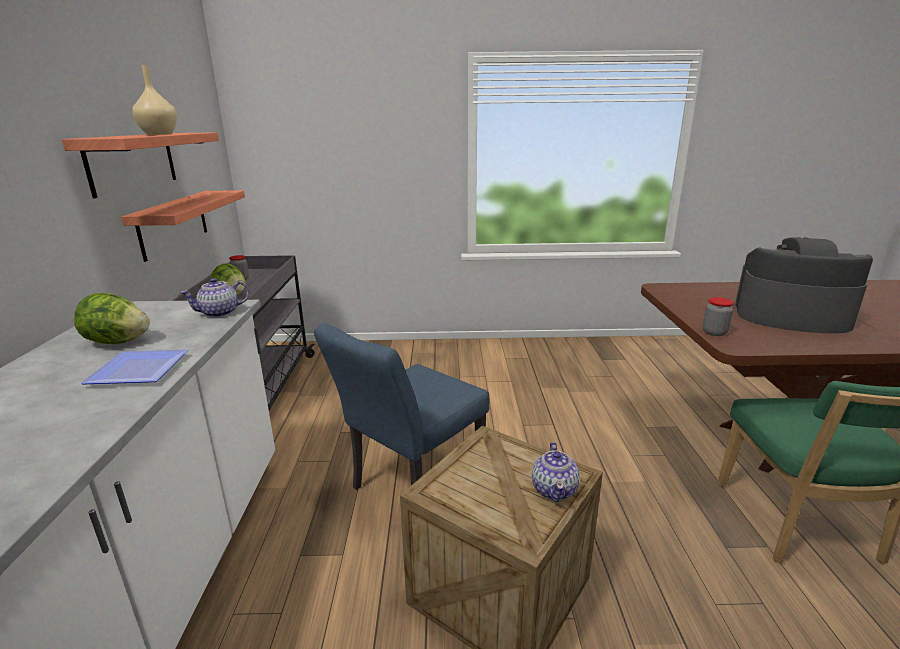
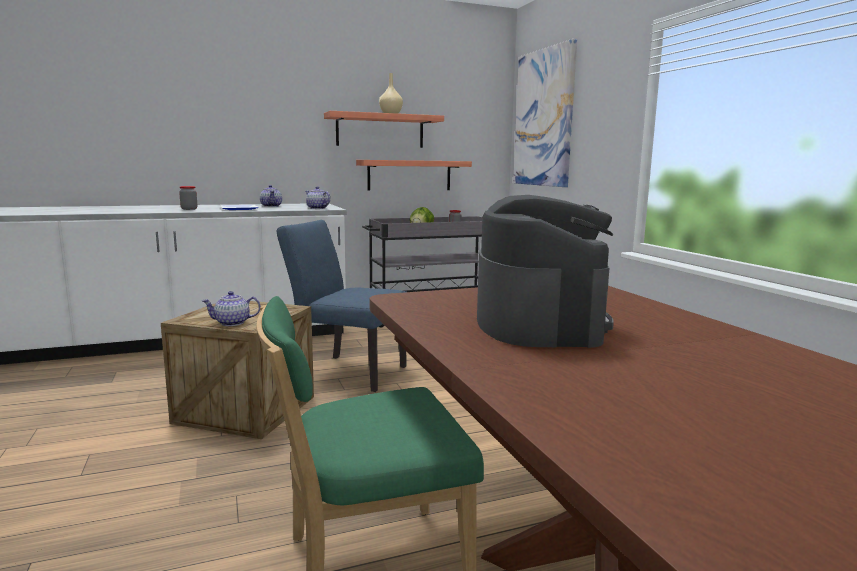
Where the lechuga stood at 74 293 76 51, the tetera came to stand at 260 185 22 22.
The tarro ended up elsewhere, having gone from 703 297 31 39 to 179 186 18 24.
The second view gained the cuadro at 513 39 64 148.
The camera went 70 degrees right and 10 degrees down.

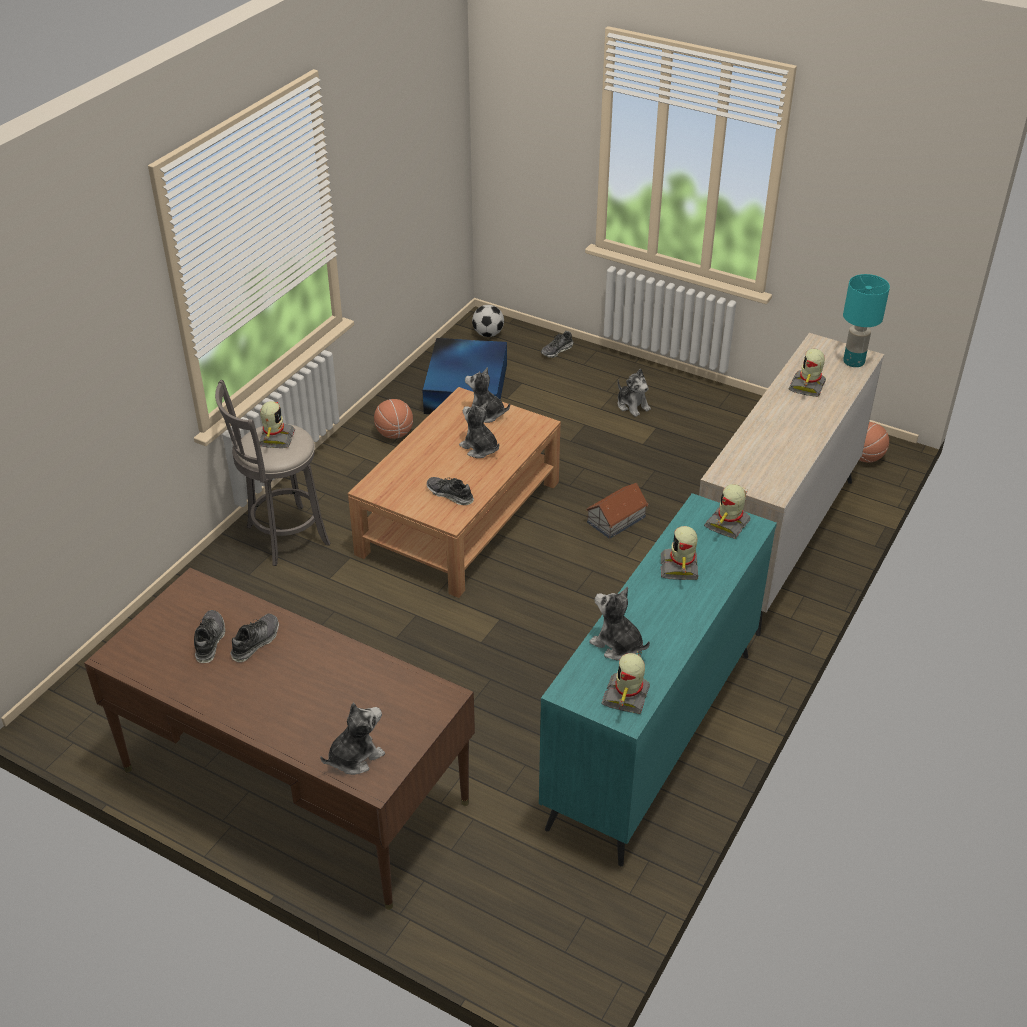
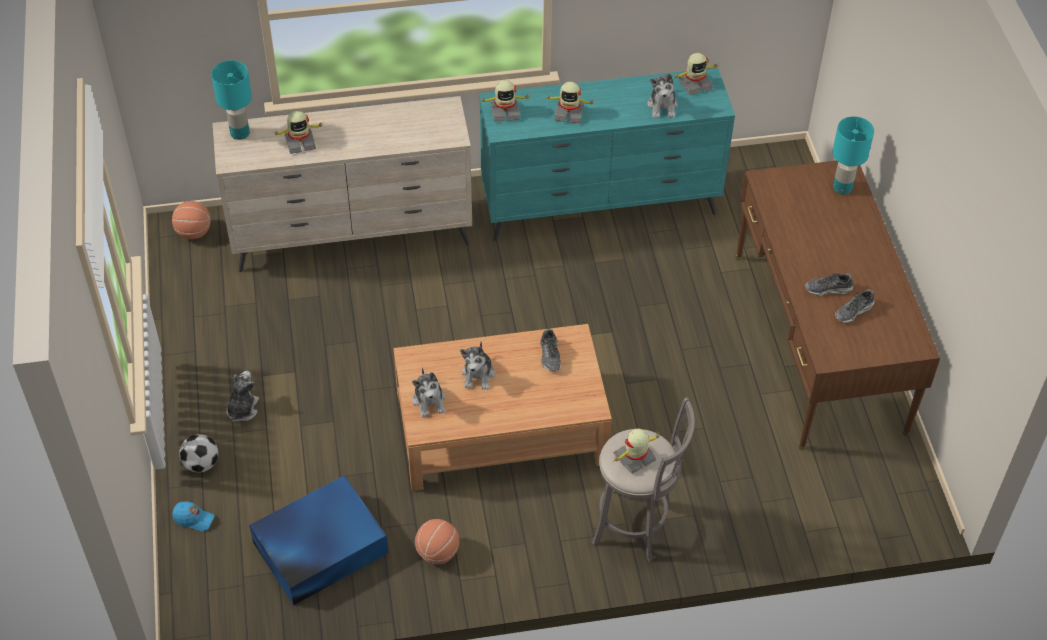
Where the peluche stood at 320 702 65 73, the lámpara de mesa/turquesa came to stand at 832 116 42 79.
The balón de fútbol ended up elsewhere, having gone from 472 305 32 32 to 179 434 39 38.
Where the zapato stood at 541 331 32 27, the gorra/azul came to stand at 172 501 42 30.
The second view lost the casita at 586 483 62 56.
The robot de juguete at 661 526 37 54 ended up facing another way, 45 degrees clockwise from before.
The camera went 130 degrees left and 10 degrees up.

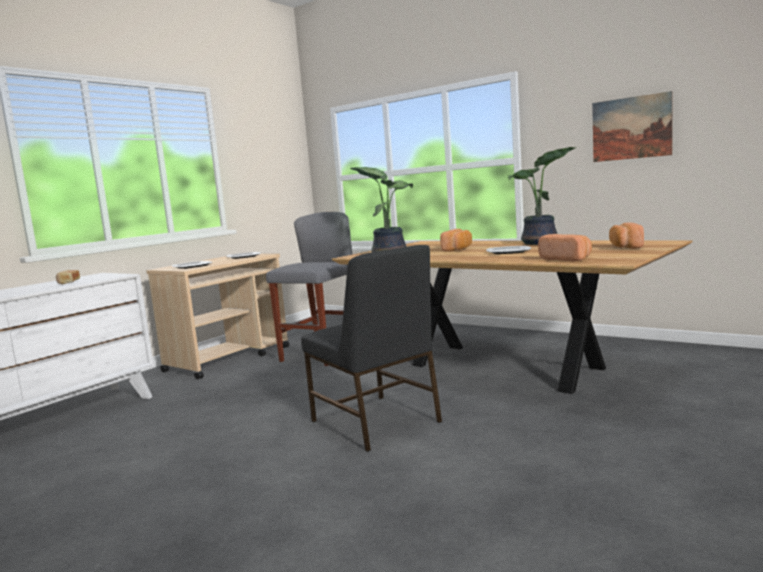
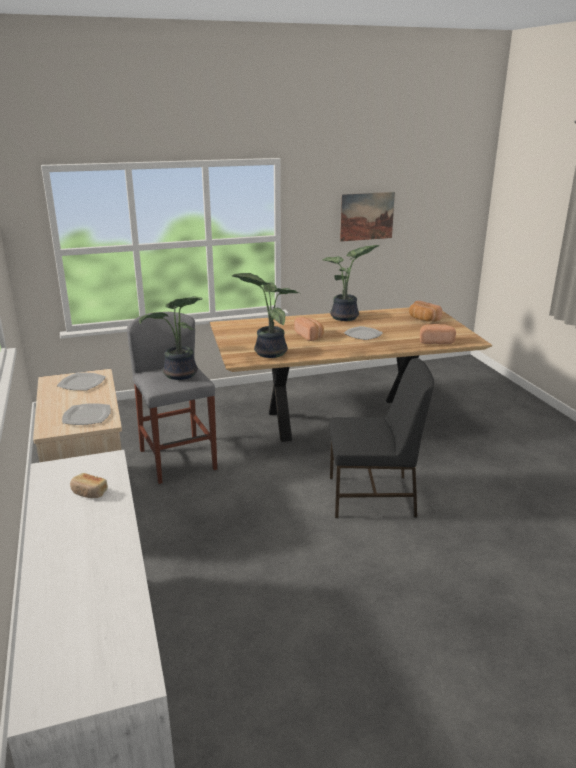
The second view gained the planta en maceta at 139 296 64 84.
The camera went 55 degrees left and 15 degrees up.

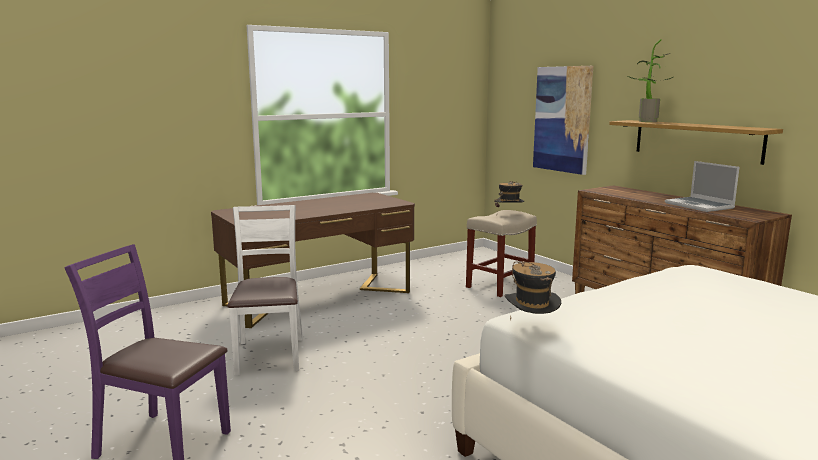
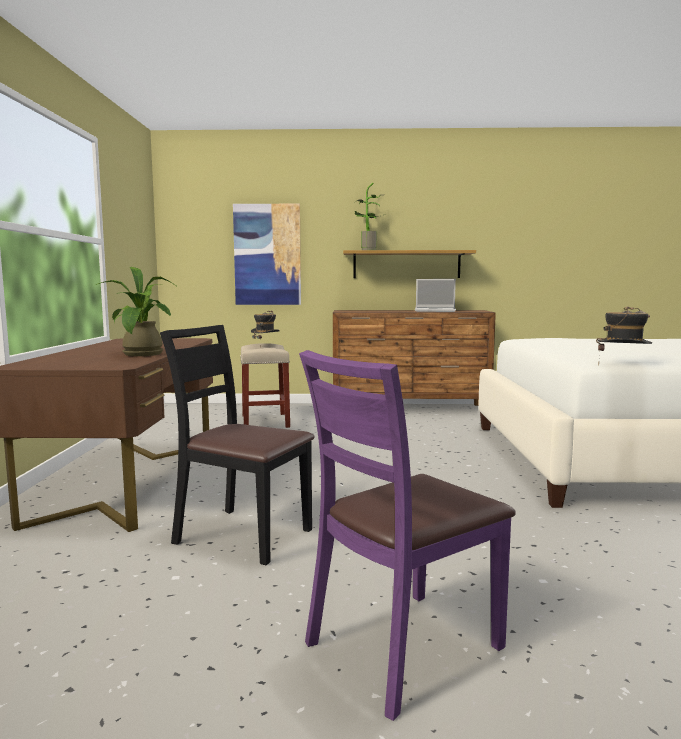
What was the silla/blanco at 227 205 76 170 turned into the silla/negro at 160 325 154 240.
The second view gained the planta en maceta at 96 267 80 89.
The camera went 55 degrees left and 5 degrees down.

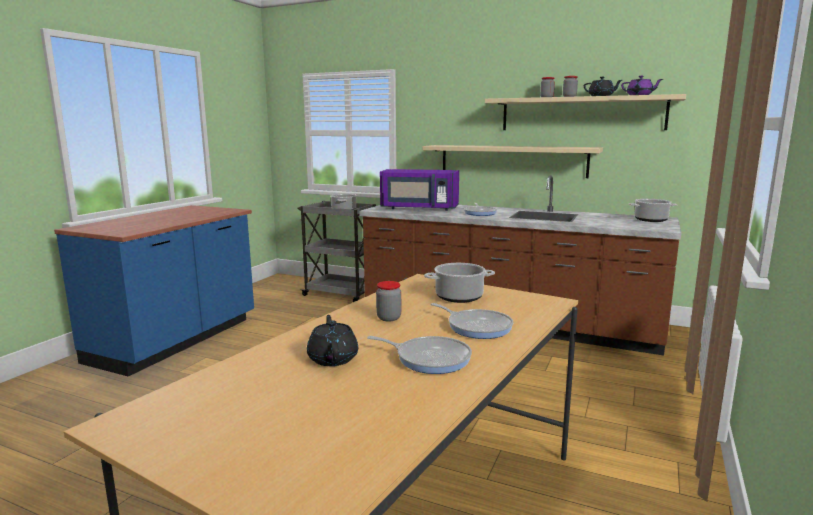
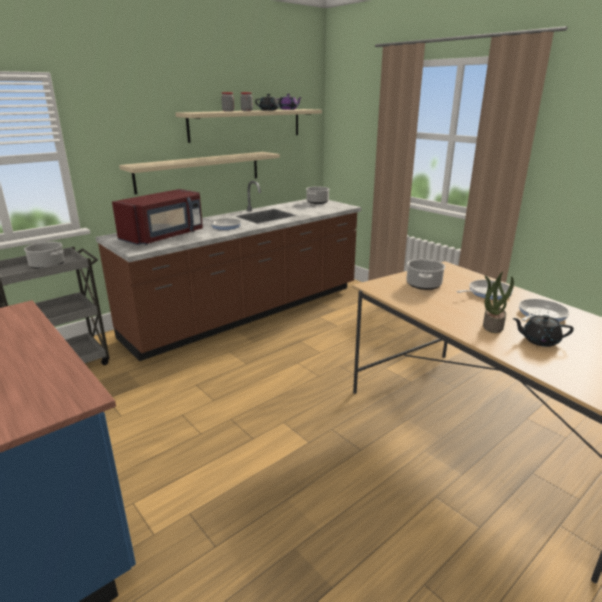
The second view lost the tarro at 376 281 25 40.
What was the microondas/morado at 380 169 79 42 turned into the microondas/rojo at 112 189 91 56.
The second view gained the planta en maceta at 483 272 31 61.
The camera went 65 degrees left and 10 degrees up.

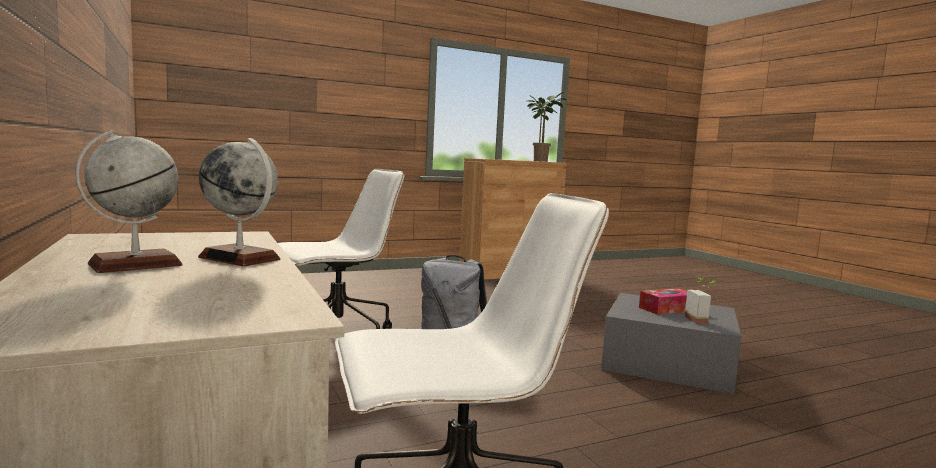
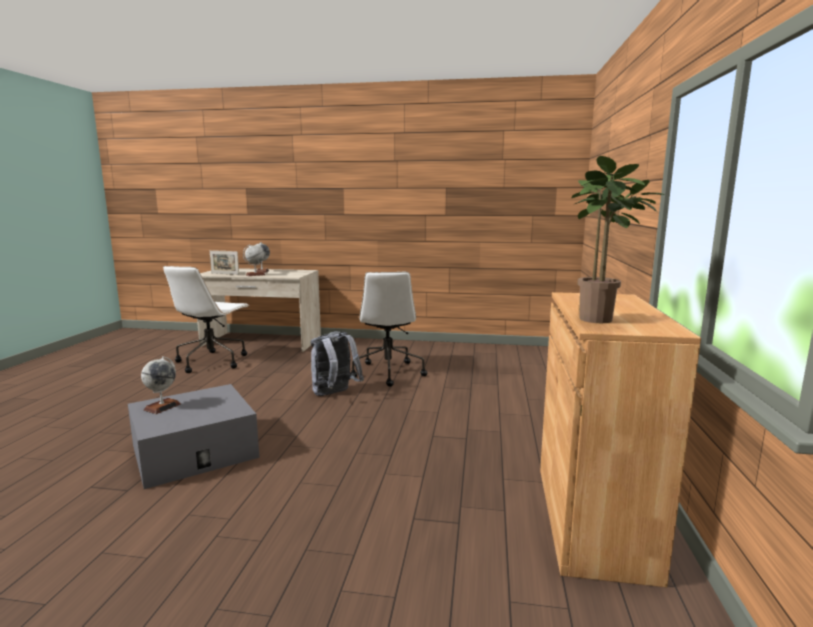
The second view lost the caja de pañuelos at 639 288 48 27.
Where the planta en maceta stood at 685 277 31 47, the globo terráqueo came to stand at 141 356 40 58.
The second view gained the portarretratos at 210 250 29 25.
The camera went 125 degrees right and 5 degrees up.

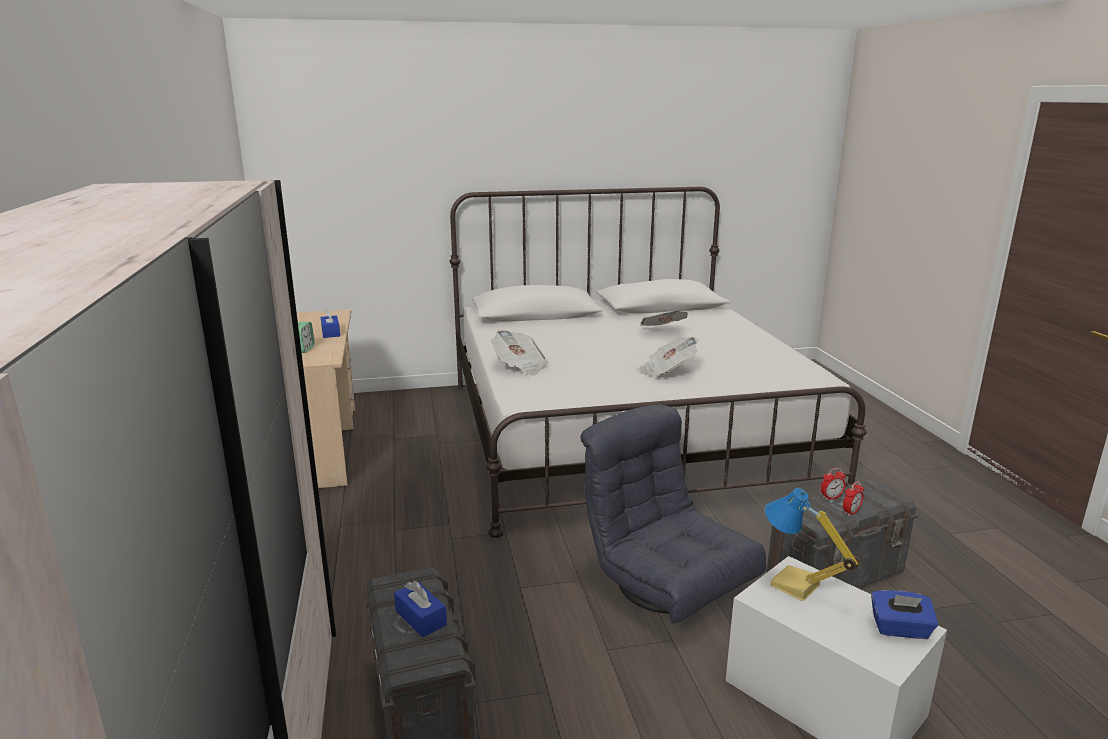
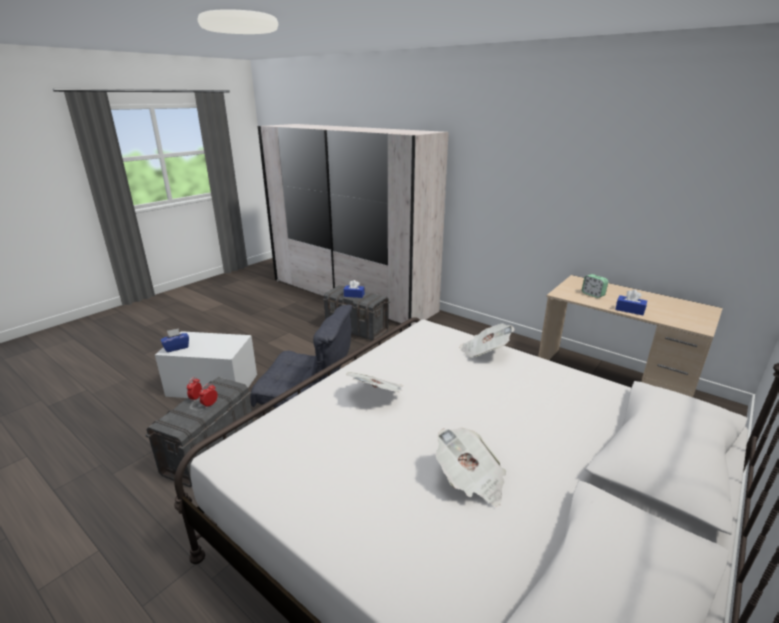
The second view lost the lámpara de mesa at 764 488 96 113.
The camera went 140 degrees right and 5 degrees up.

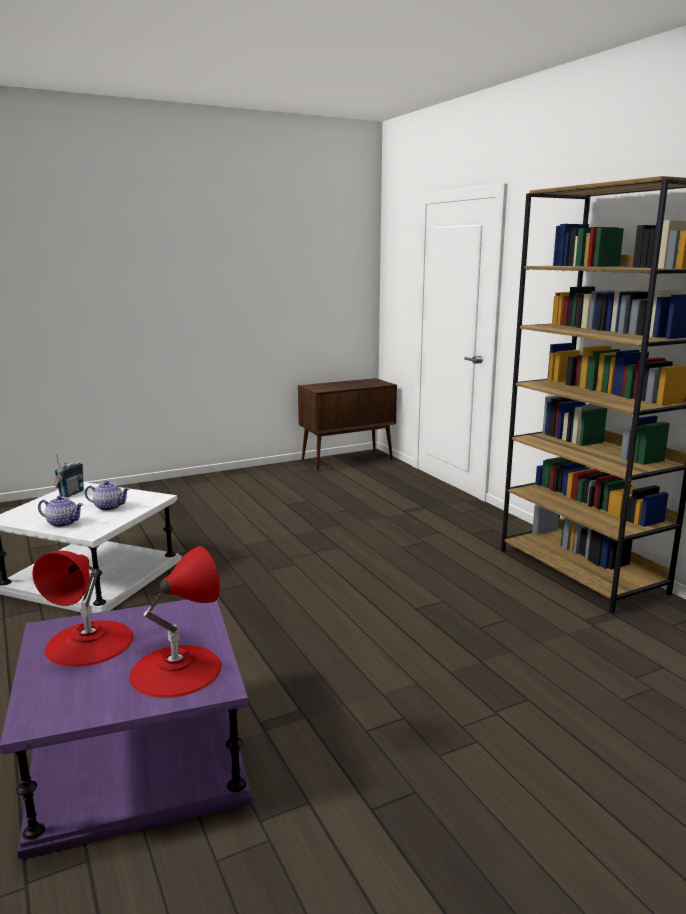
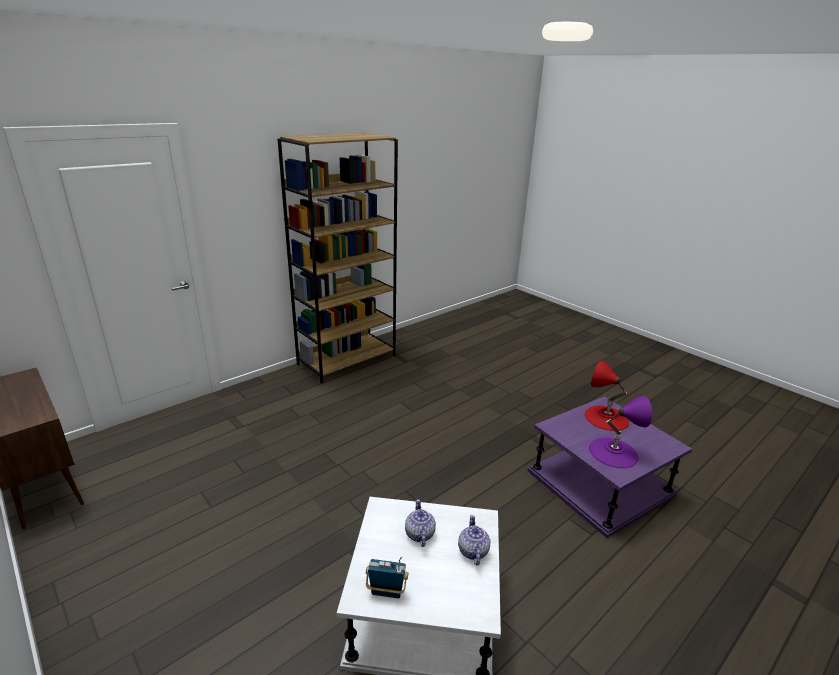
What was the lámpara de mesa/rojo at 32 551 102 116 turned into the lámpara de mesa/morado at 589 396 63 73.
The camera went 105 degrees left and 10 degrees up.

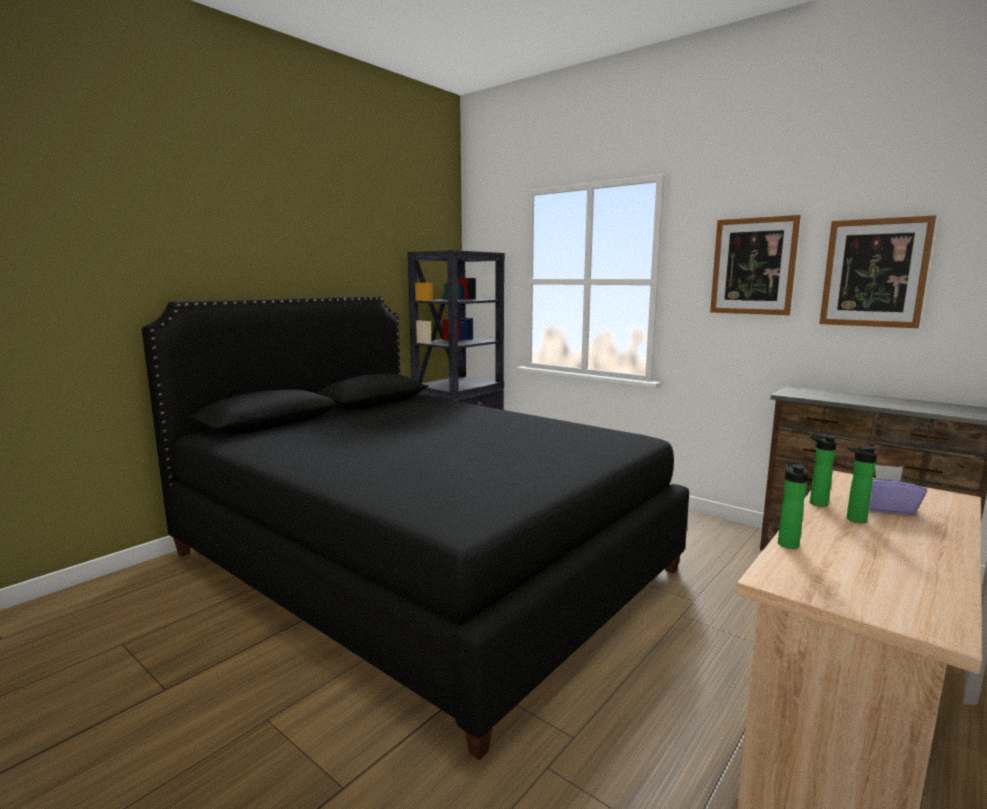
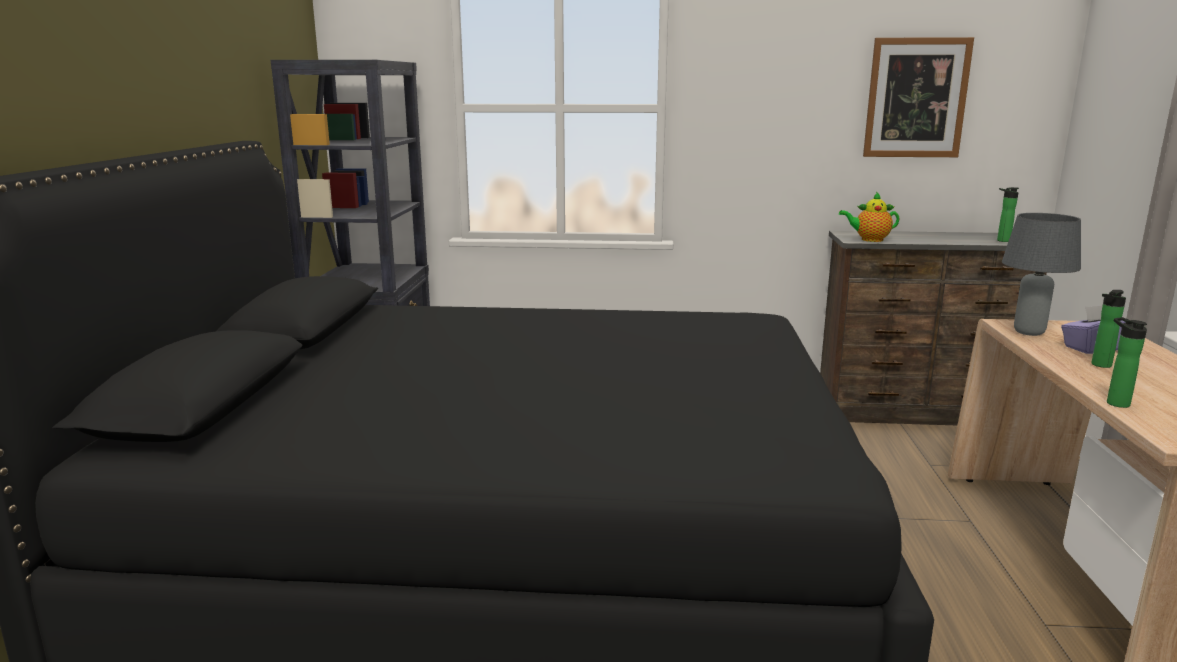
The second view lost the cuadro at 710 215 91 100.
The botella ended up elsewhere, having gone from 810 434 28 73 to 997 187 22 55.
The second view gained the tetera at 839 192 60 50.
The second view gained the lámpara de mesa/gris at 1002 213 79 123.
The camera went 35 degrees left and 5 degrees up.

